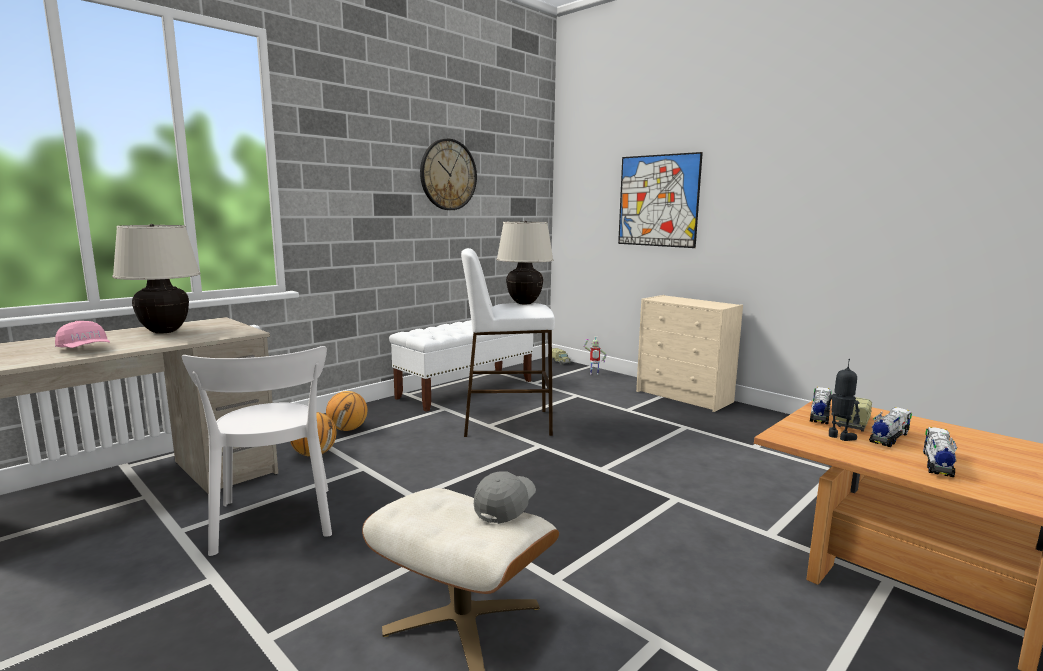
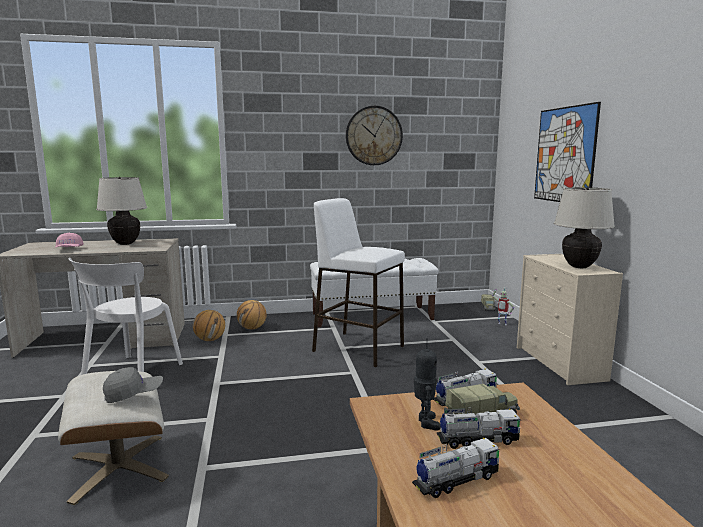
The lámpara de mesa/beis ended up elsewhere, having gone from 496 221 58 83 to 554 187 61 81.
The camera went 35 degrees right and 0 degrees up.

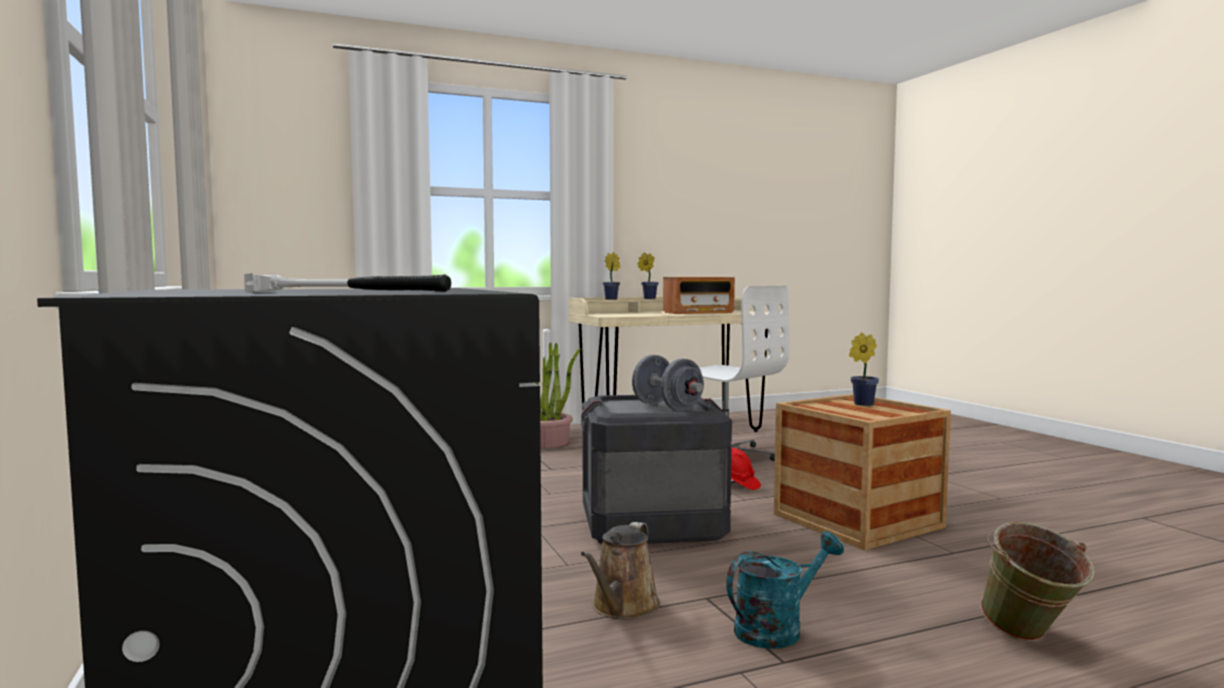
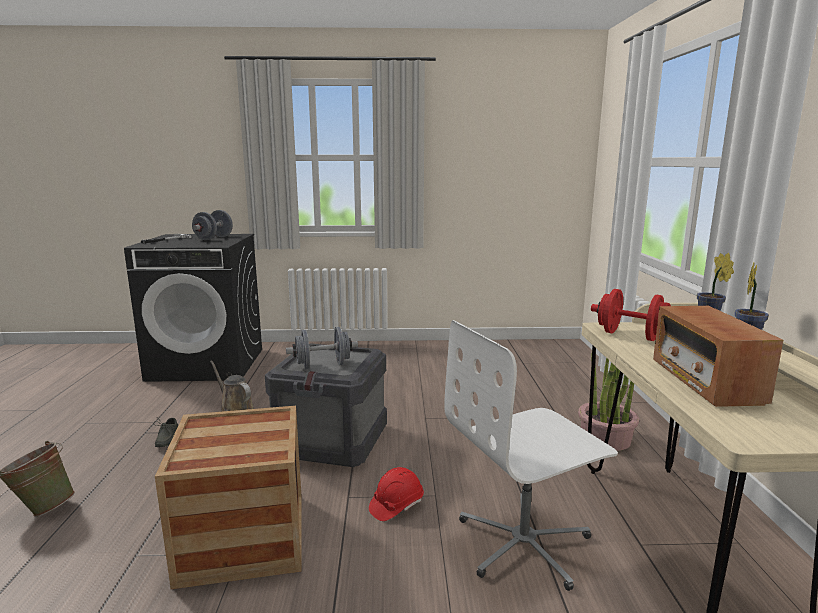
Where the regadera/turquesa stood at 726 532 118 117, the zapato/gris came to stand at 154 418 24 29.
The second view lost the planta en maceta at 849 333 30 73.
The second view gained the mancuerna/gris at 192 210 41 30.
The second view gained the mancuerna/rojo at 591 289 80 52.
The camera went 110 degrees right and 10 degrees up.

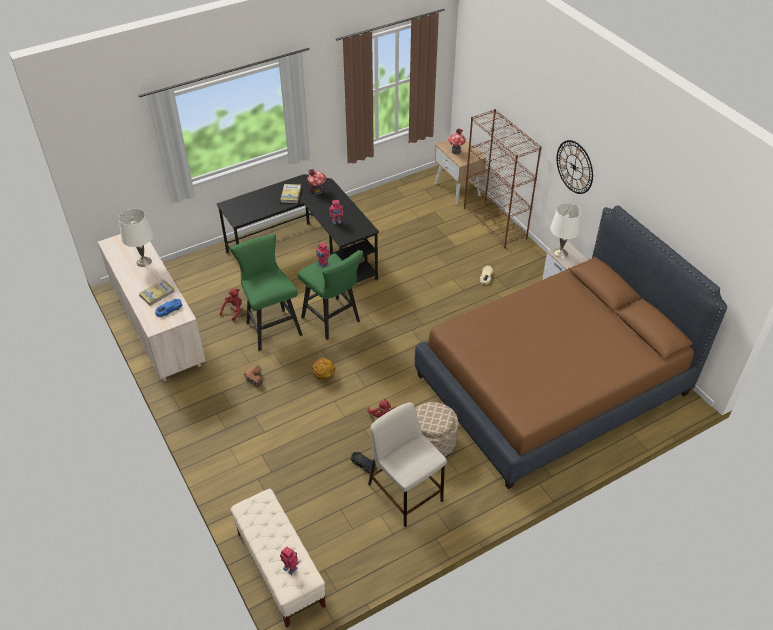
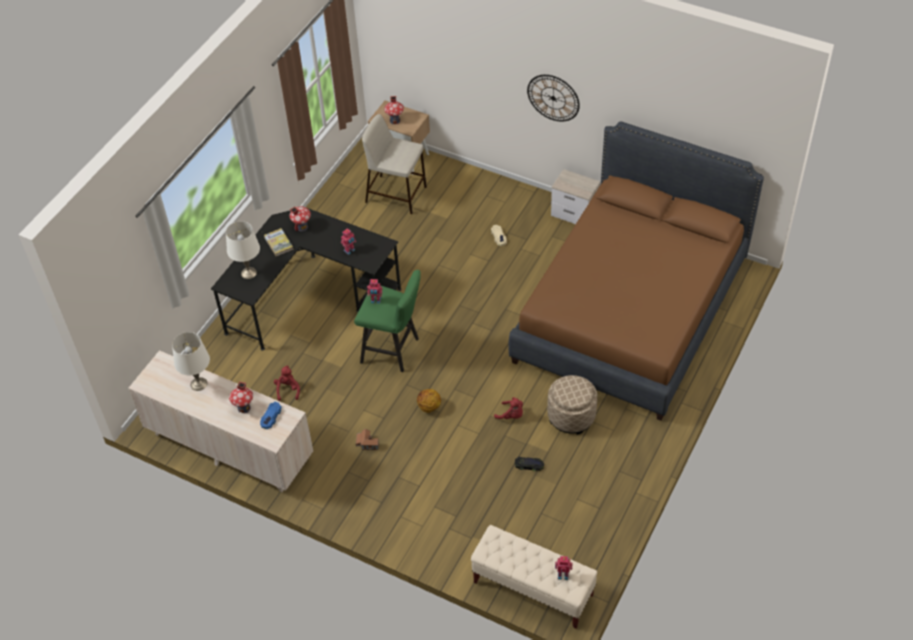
Where the libro stood at 139 279 36 27, the casita came to stand at 229 382 24 31.
The second view lost the taburete/verde at 230 234 72 117.
The taburete/beis ended up elsewhere, having gone from 368 402 79 125 to 362 114 65 100.
The second view lost the estantería/marrón at 464 109 78 139.
The lámpara de mesa/blanco ended up elsewhere, having gone from 550 203 31 55 to 226 221 34 58.
The camera went 30 degrees left and 5 degrees up.

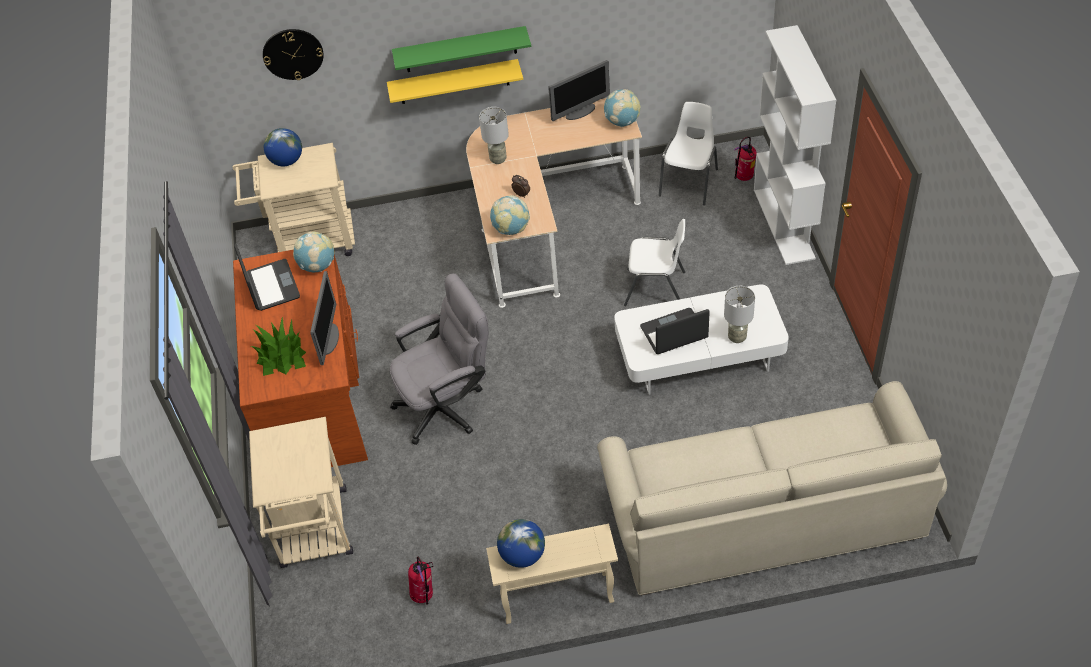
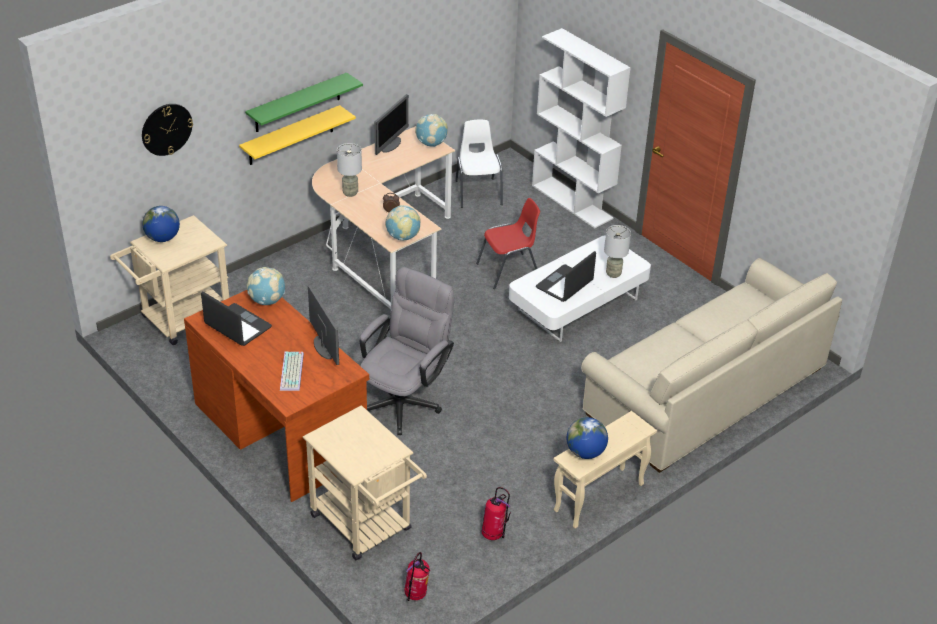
Where the planta en maceta stood at 251 316 55 60, the teclado came to stand at 280 352 24 39.
What was the silla/blanco at 624 219 61 87 turned into the silla/rojo at 476 198 64 91.
The extintor ended up elsewhere, having gone from 734 137 22 44 to 404 552 27 49.
The camera went 35 degrees left and 10 degrees down.

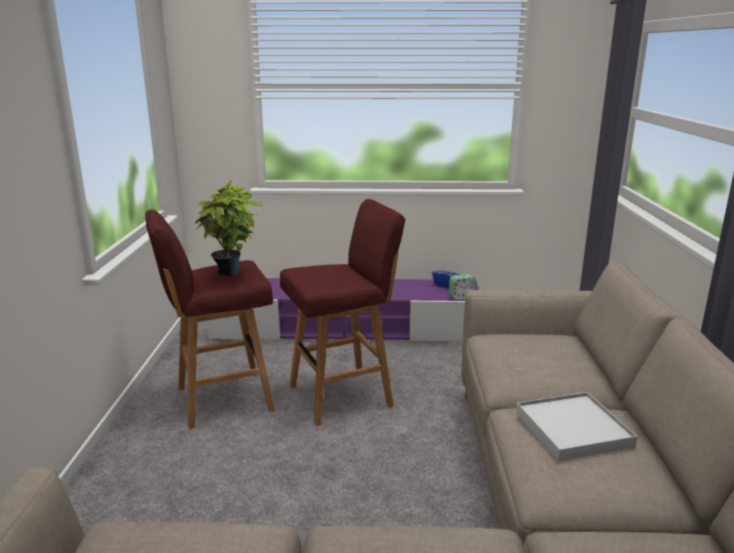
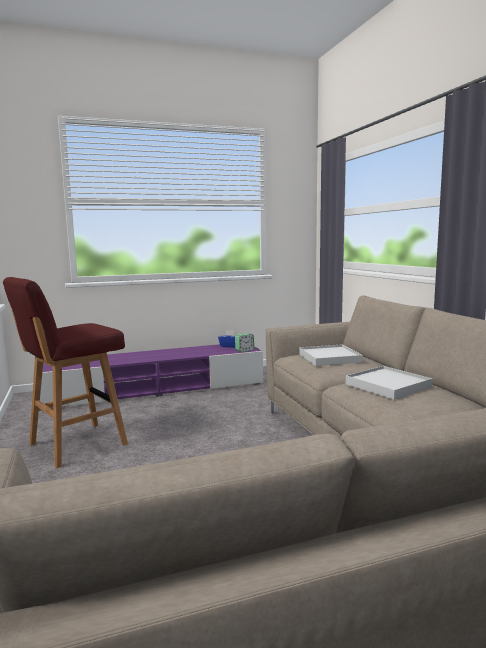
The second view lost the planta en maceta at 195 180 68 96.
The second view lost the taburete/rojo at 280 199 125 227.
The second view gained the bandeja/blanco at 299 345 64 21.
The camera went 20 degrees left and 10 degrees down.

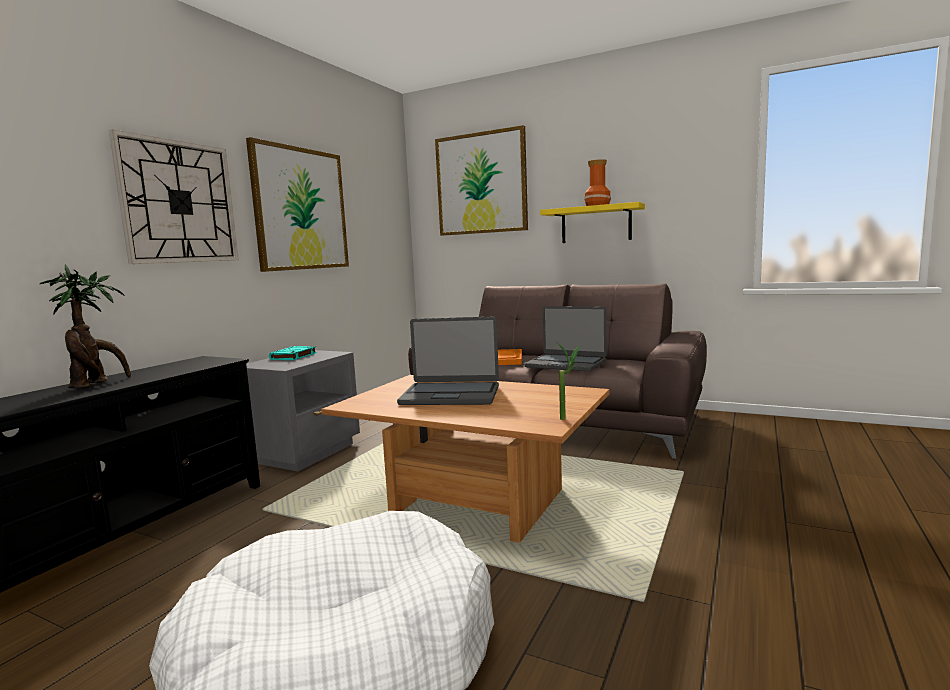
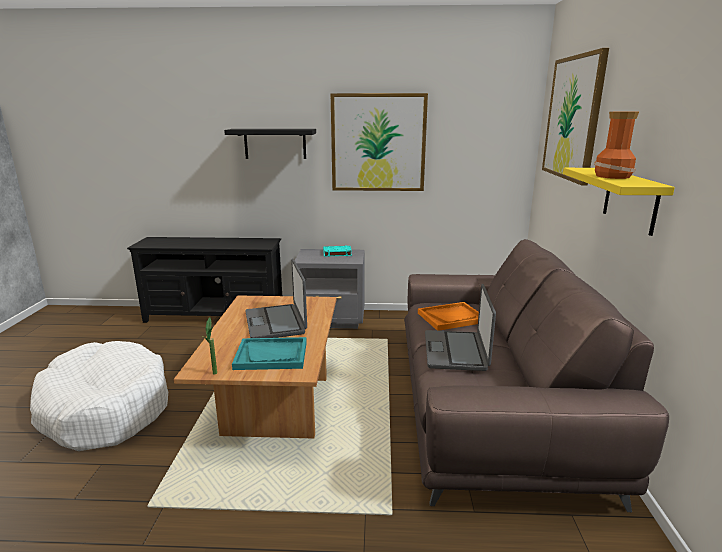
The second view lost the planta en maceta at 40 264 91 124.
Where the reloj de pared hung at 109 129 130 135, the estante/negro came to hang at 224 129 92 30.
The second view gained the bandeja/turquesa at 232 337 75 33.
The camera went 65 degrees right and 10 degrees up.

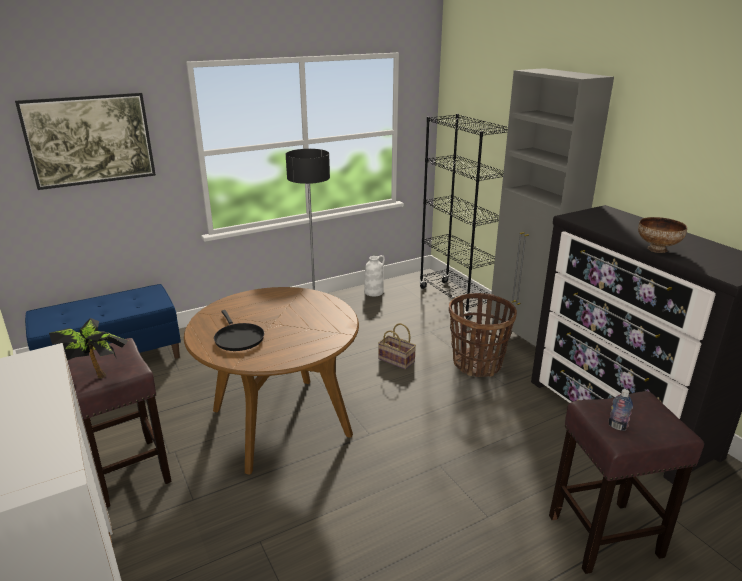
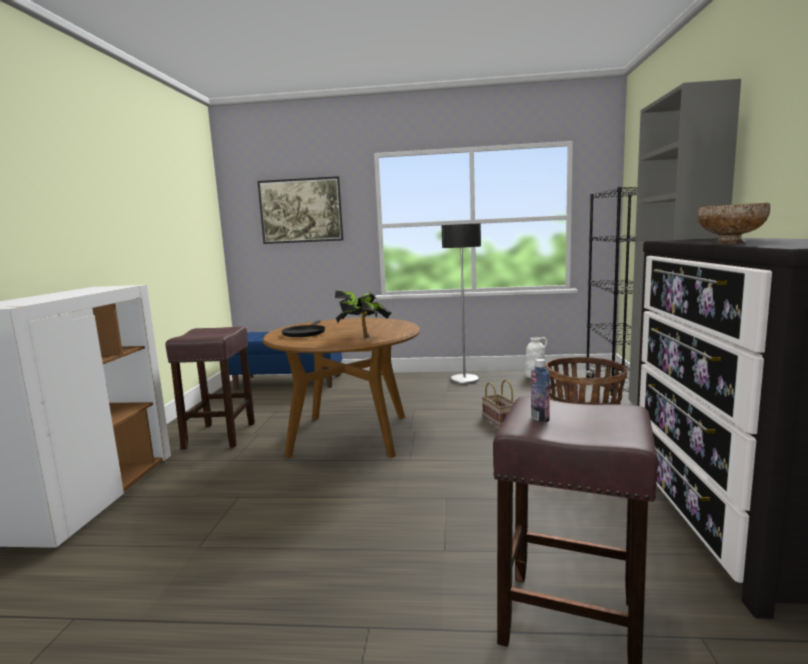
The planta en maceta ended up elsewhere, having gone from 49 318 79 60 to 335 291 57 47.
The camera went 35 degrees right and 15 degrees down.

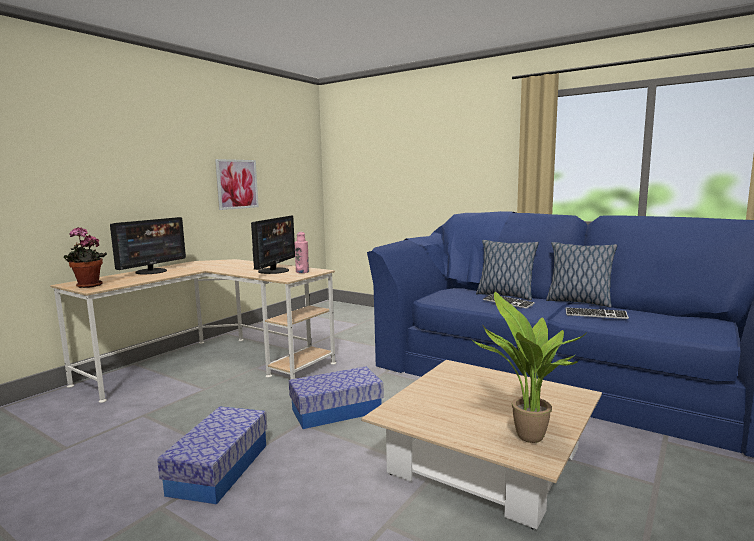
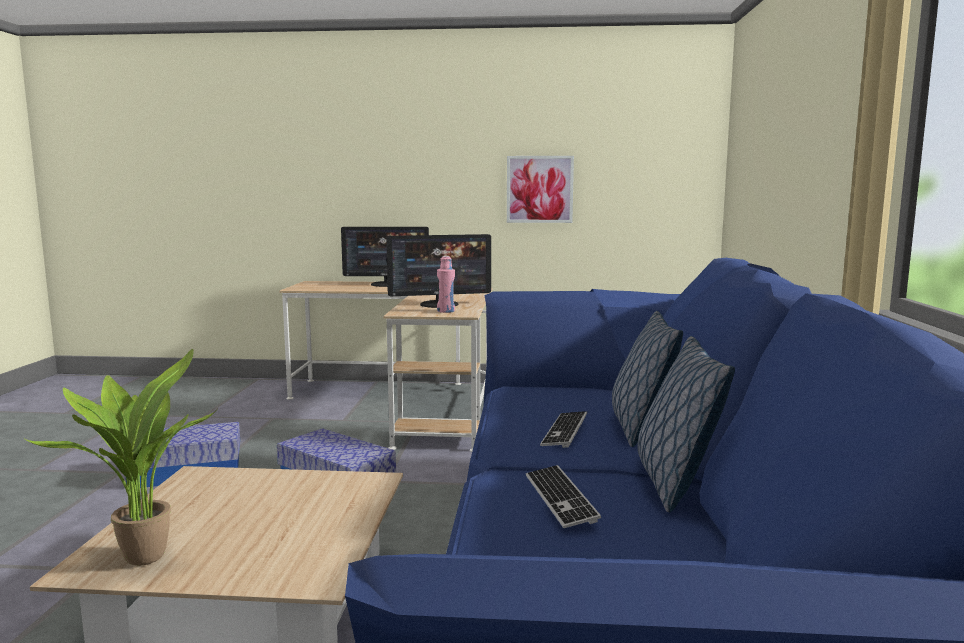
The second view lost the planta en maceta at 64 227 43 61.
The camera went 60 degrees right and 0 degrees up.

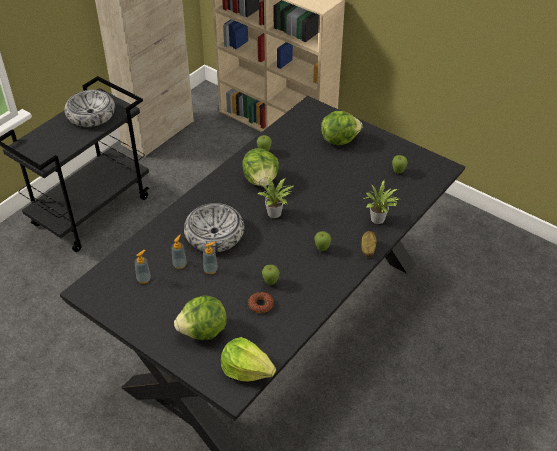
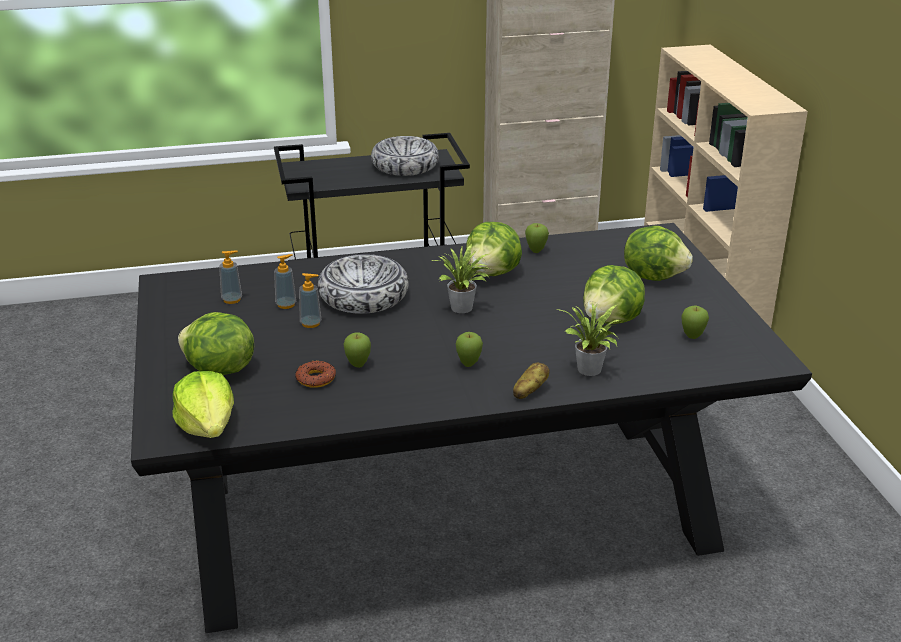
The second view gained the lechuga at 583 265 62 59.
The camera went 40 degrees right and 15 degrees down.

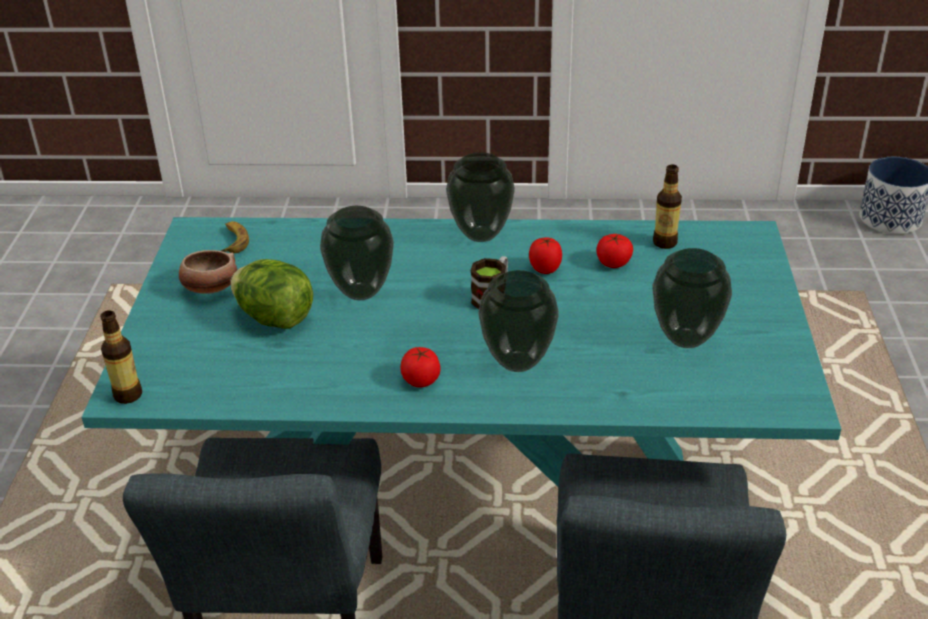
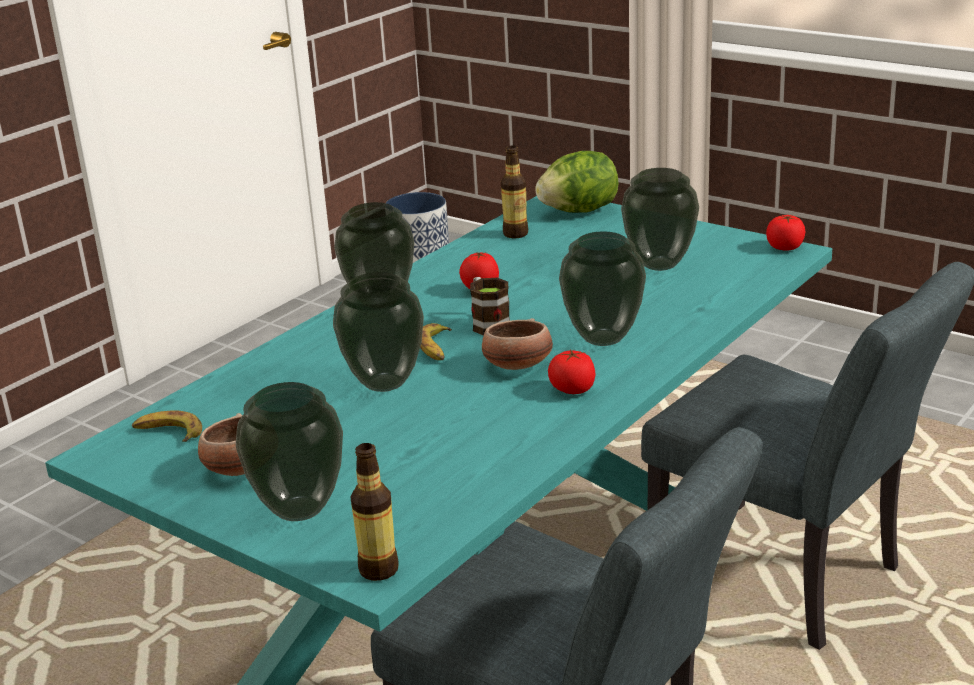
The lechuga ended up elsewhere, having gone from 231 259 82 70 to 535 151 83 62.
The tomate ended up elsewhere, having gone from 597 234 36 34 to 766 215 39 36.
The second view gained the florero at 236 382 107 139.
The second view gained the plátano at 420 323 32 38.
The second view gained the cuenco at 482 318 71 52.
The camera went 55 degrees left and 10 degrees down.

